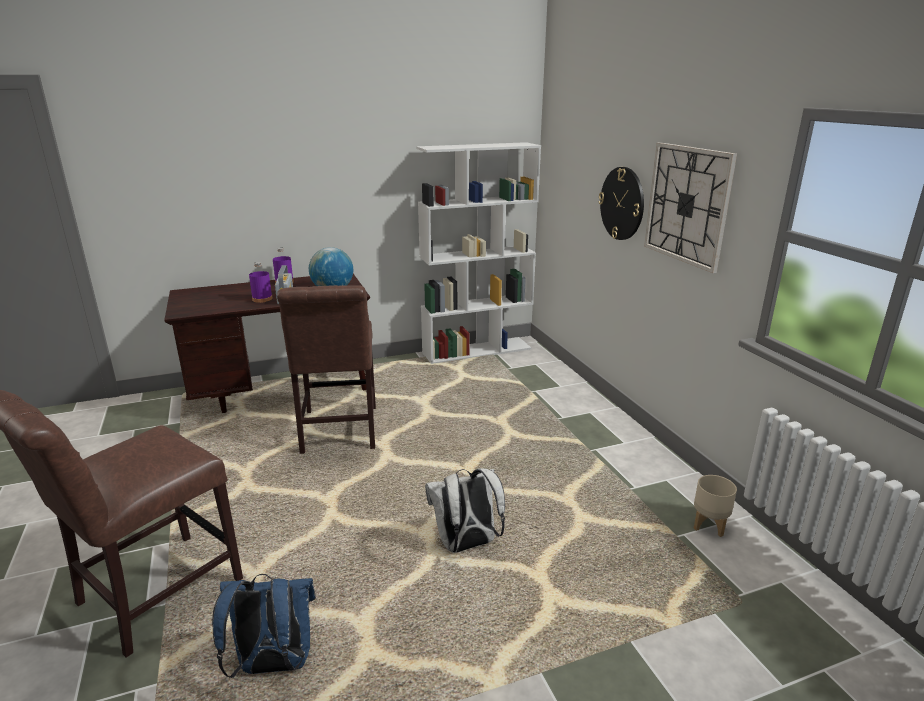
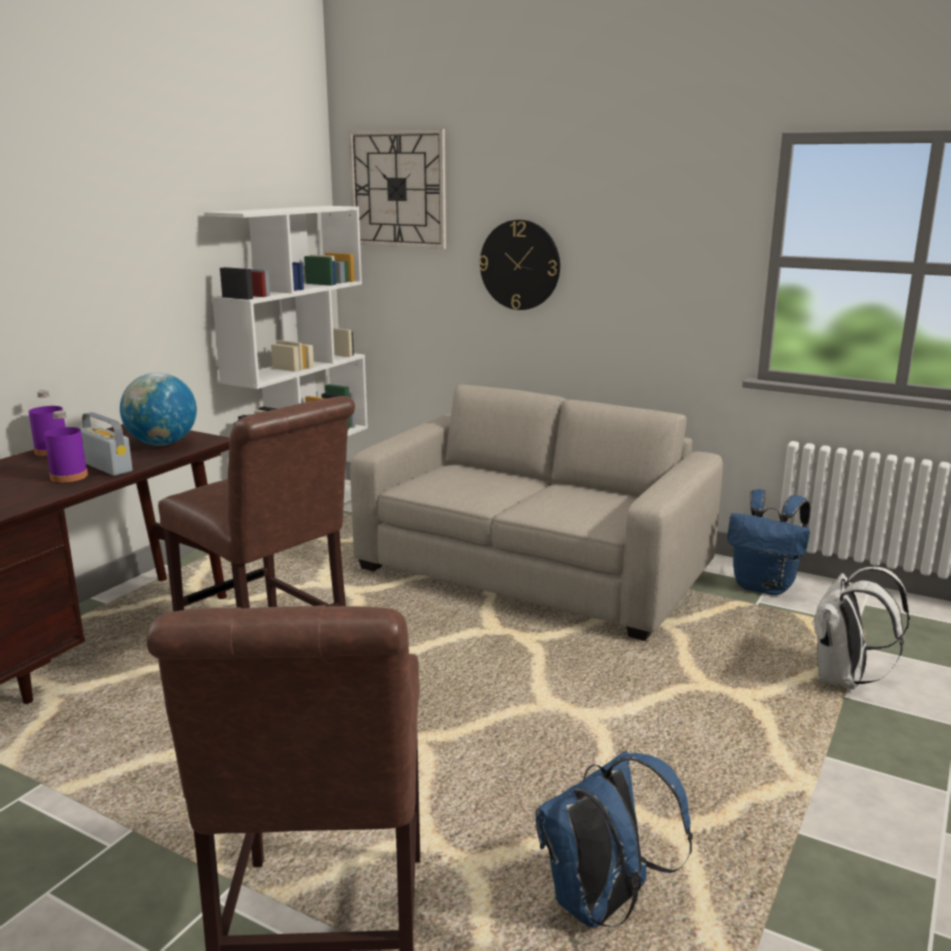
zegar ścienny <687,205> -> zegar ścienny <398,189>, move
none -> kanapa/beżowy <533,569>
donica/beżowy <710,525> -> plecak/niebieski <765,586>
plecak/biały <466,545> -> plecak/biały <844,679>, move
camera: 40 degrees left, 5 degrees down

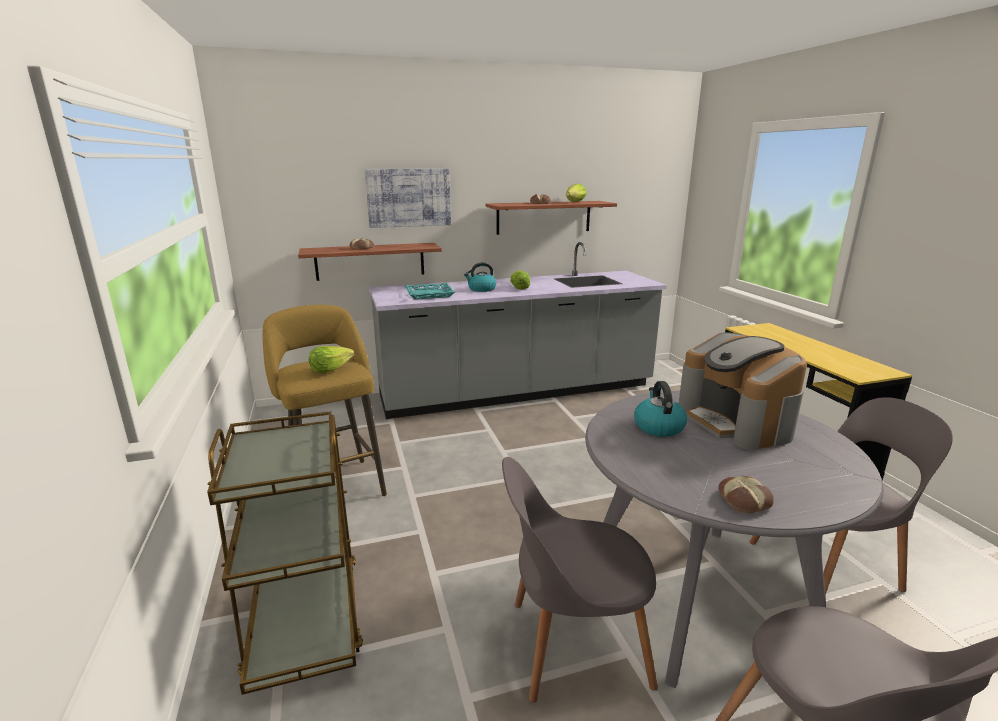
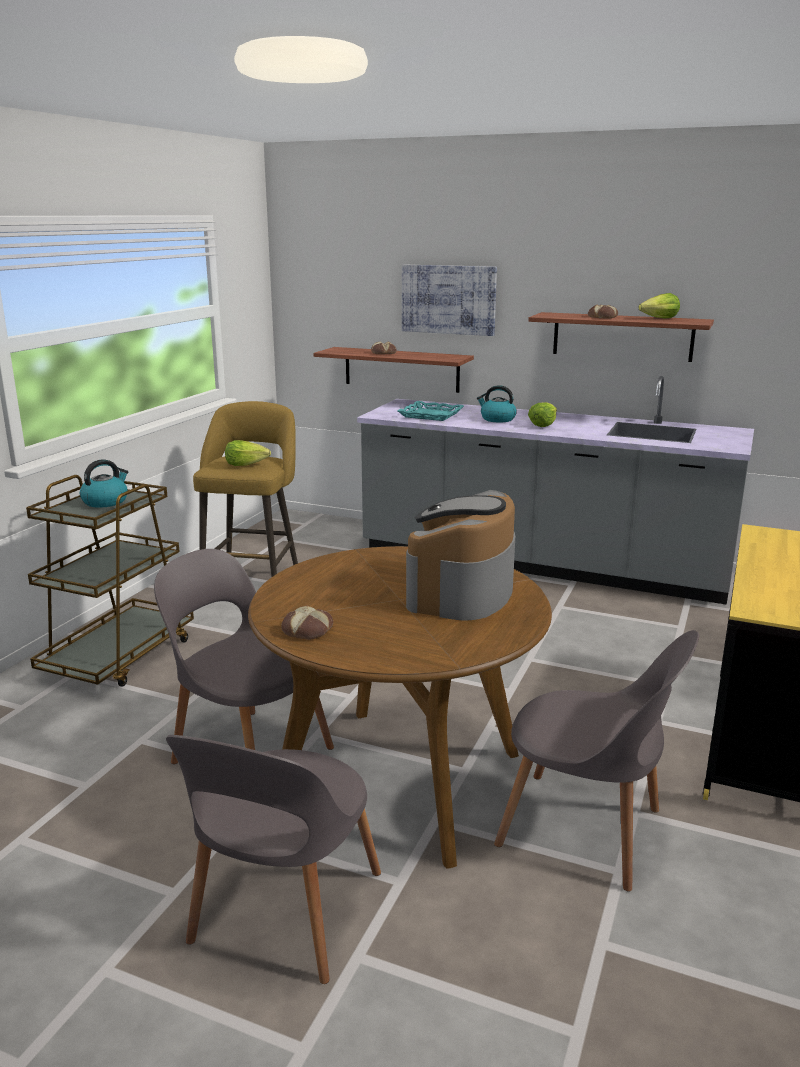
czajnik <658,427> -> czajnik <105,501>, move
stół jadalny/szary <697,596> -> stół jadalny/brązowy <400,780>
camera: 40 degrees right, 0 degrees up

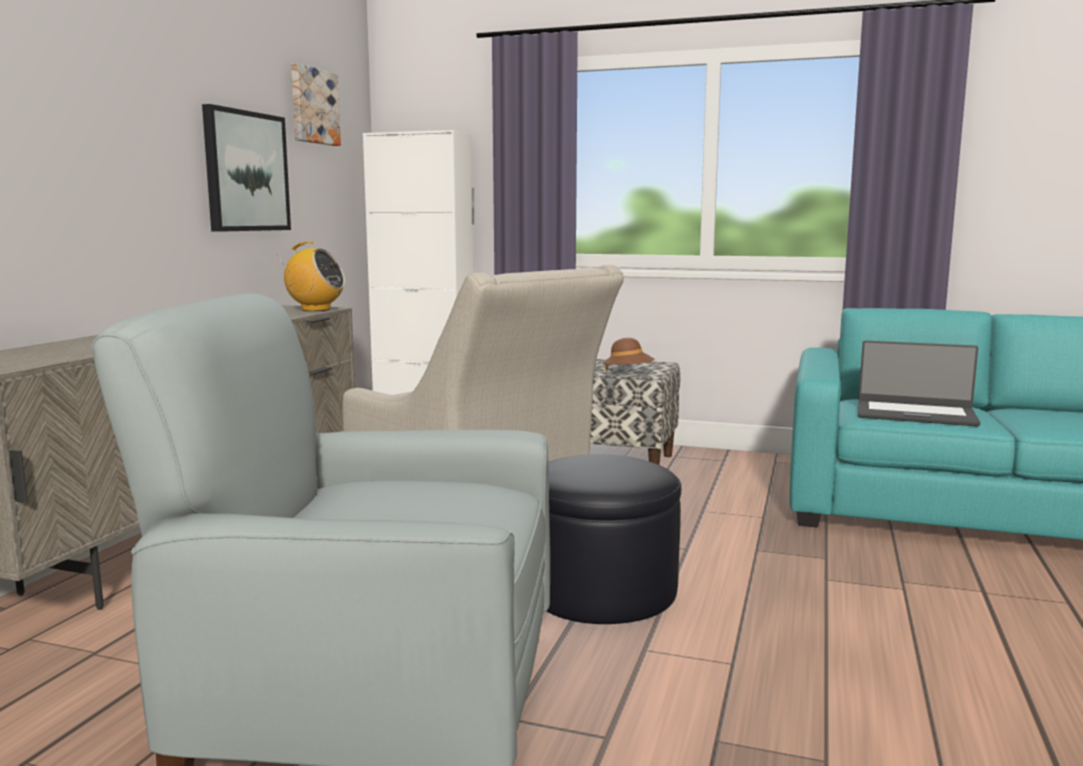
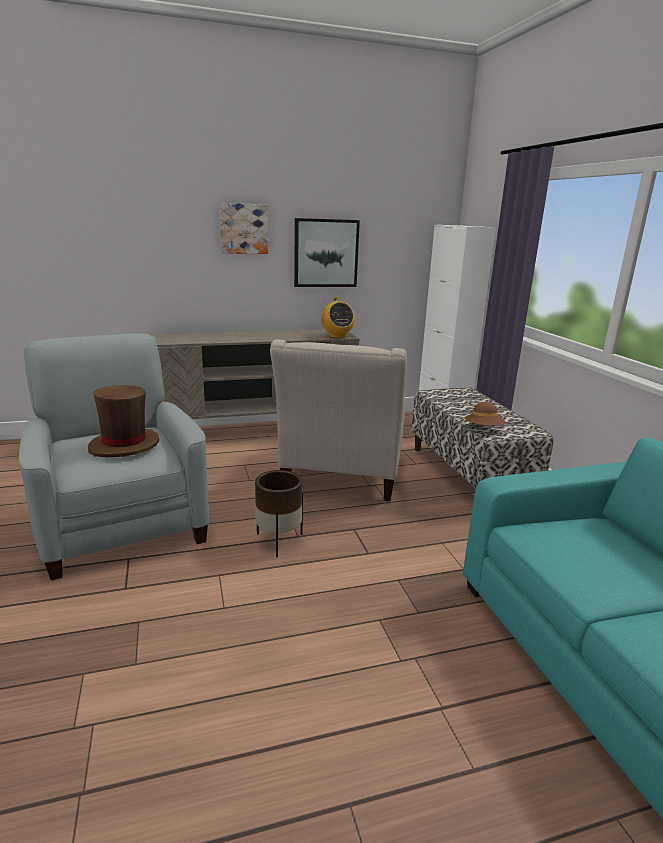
none -> kapelusz/brązowy <124,445>
obraz <313,106> -> obraz <243,228>, move
pufa/czarny <600,589> -> donica/brązowy <279,541>
laptop <915,414> -> none
camera: 55 degrees right, 10 degrees up

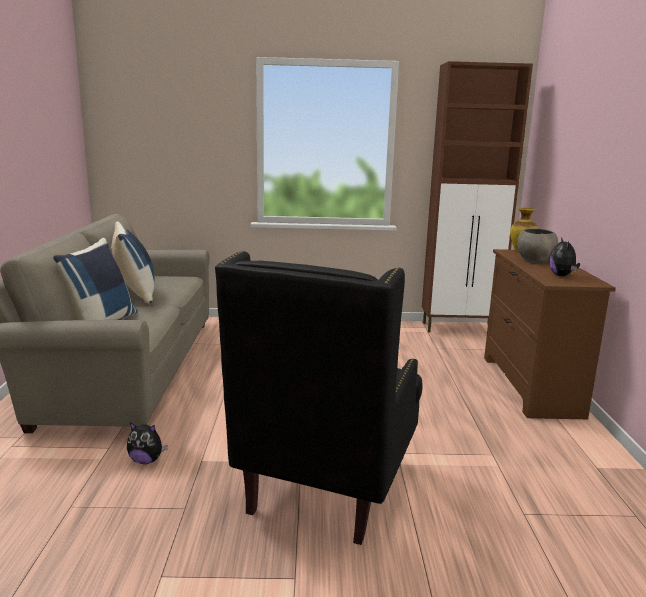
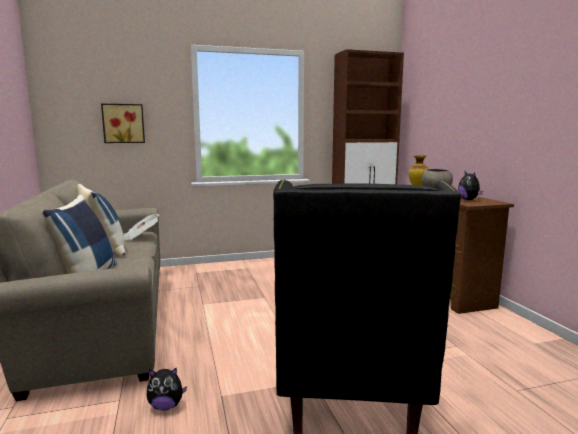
none -> obraz <123,123>
none -> gazeta <140,237>
camera: 15 degrees left, 5 degrees down

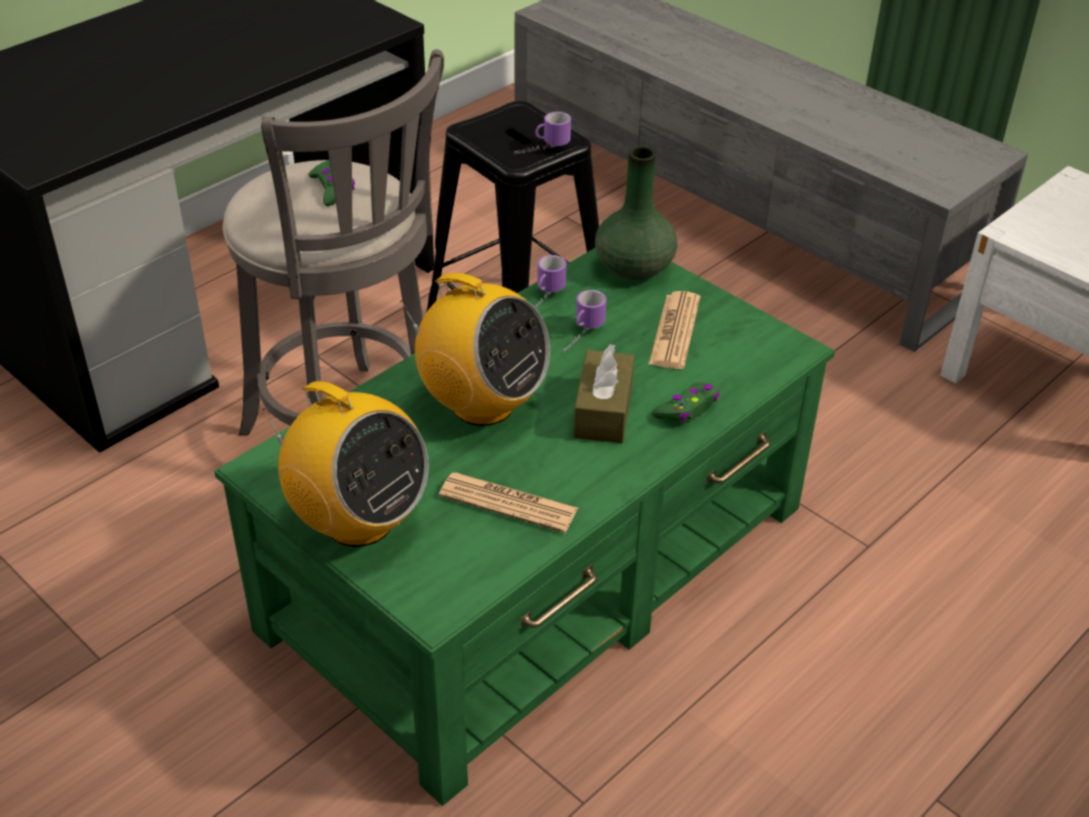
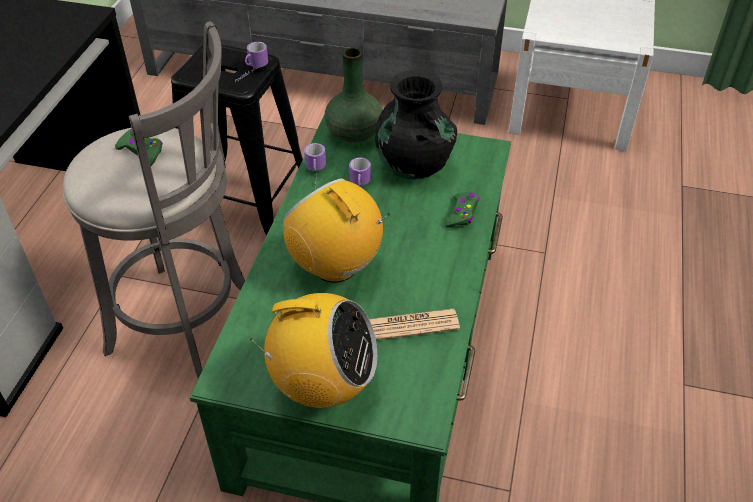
radio <481,405> -> radio <336,266>, 135 degrees counterclockwise
gazeta <675,331> -> wazon/czarny <413,166>
pudełko chusteczek/brązowy <603,411> -> none
camera: 30 degrees left, 5 degrees up

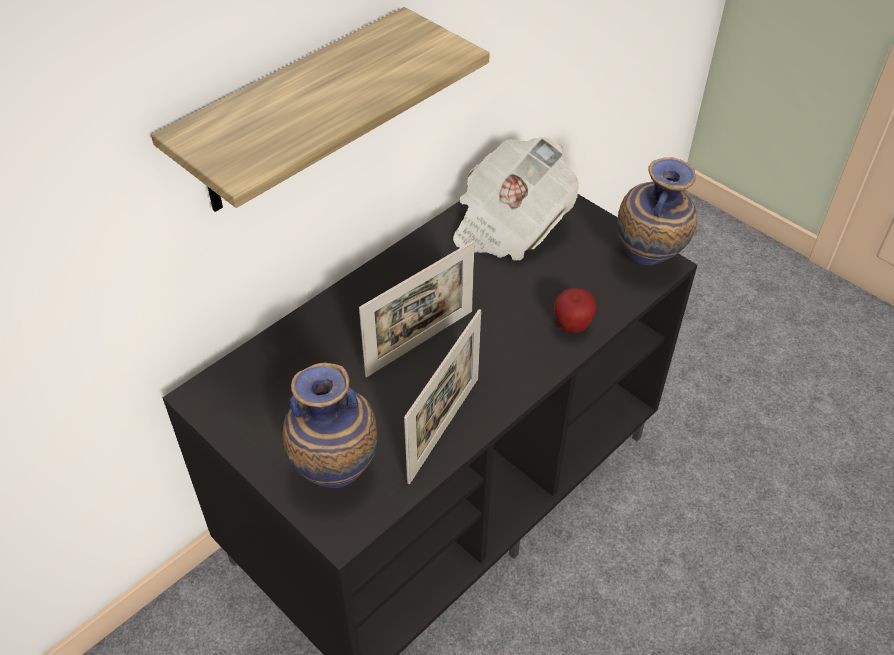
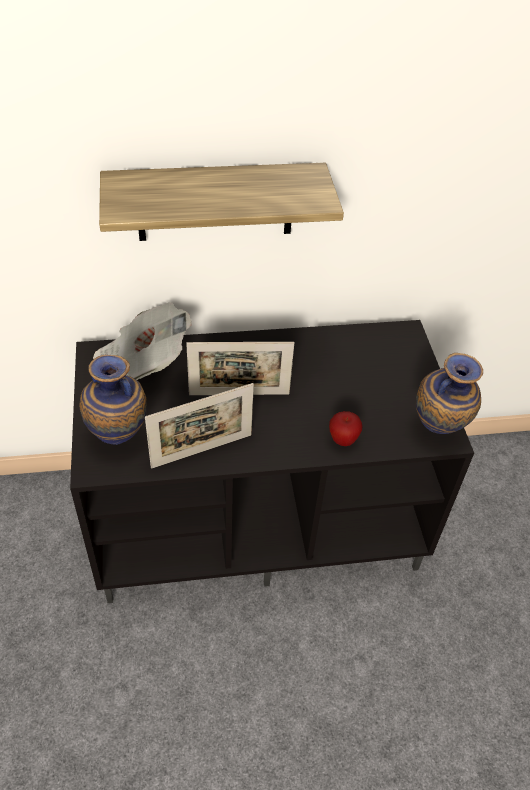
gazeta <509,224> -> gazeta <142,363>, move
camera: 35 degrees right, 0 degrees up

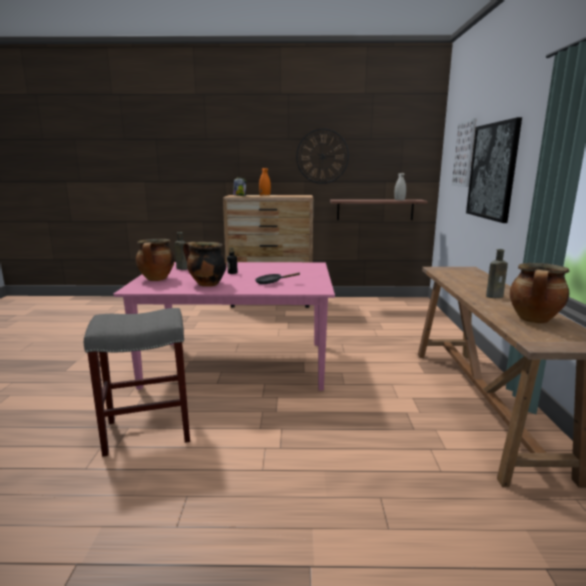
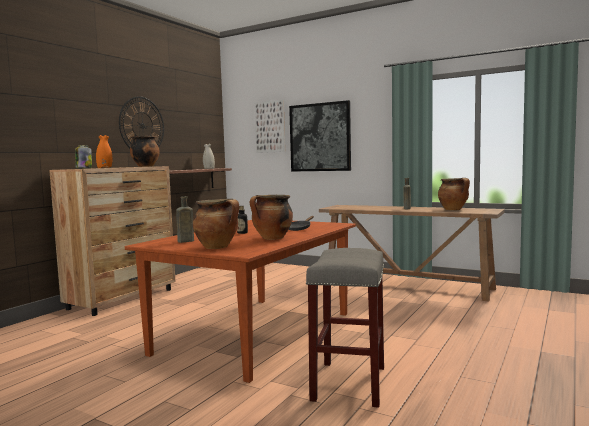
stół jadalny/różowy <238,363> -> stół jadalny/brązowy <256,332>
none -> garnek <145,166>
camera: 60 degrees left, 10 degrees down

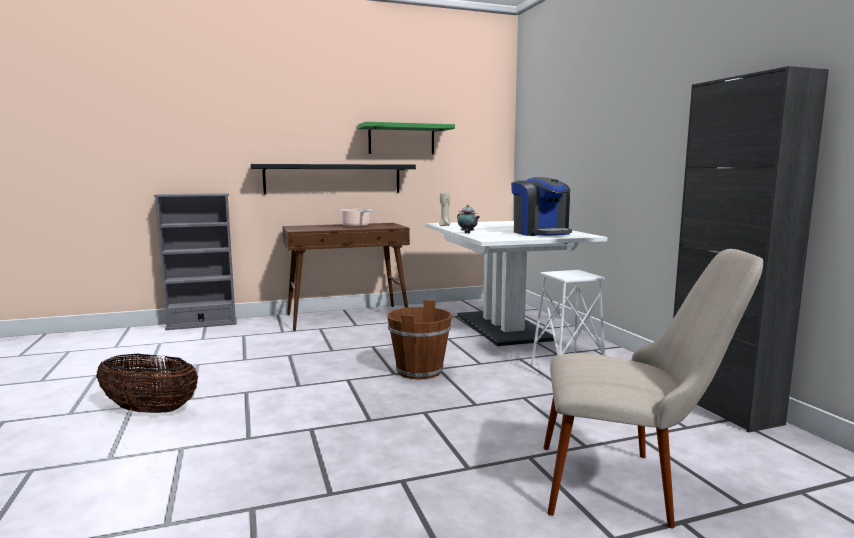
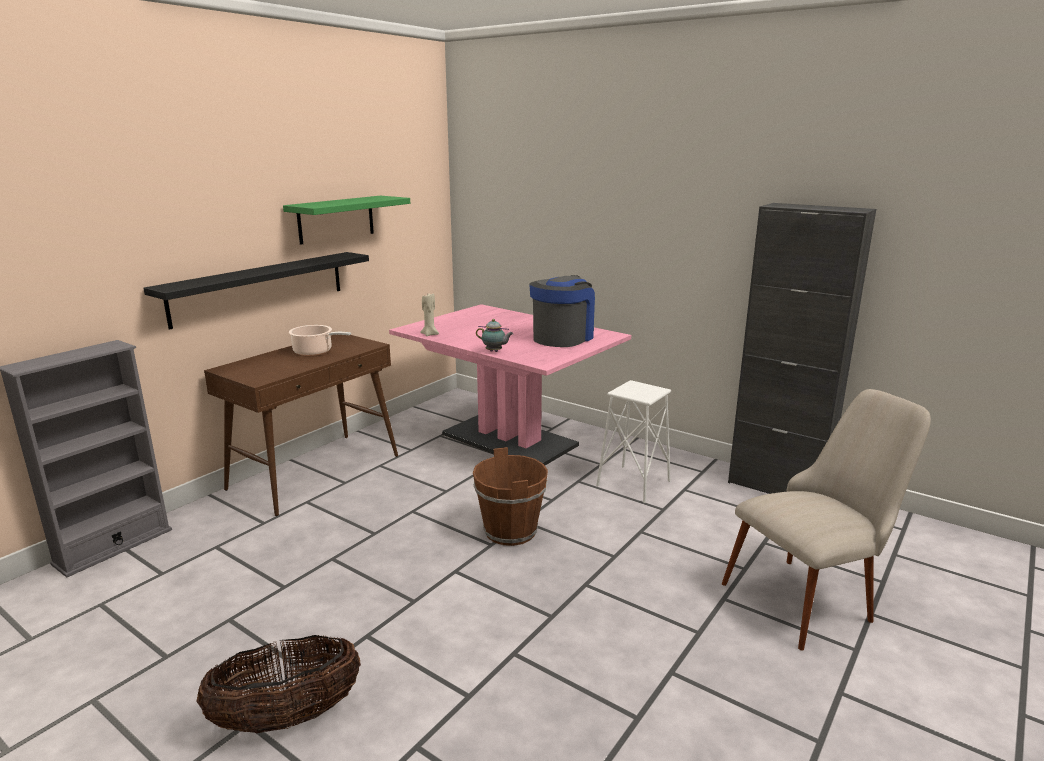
stół jadalny/biały <502,327> -> stół jadalny/różowy <509,440>
ekspres do kawy <540,233> -> ekspres do kawy <563,337>, 90 degrees counterclockwise
camera: 35 degrees left, 10 degrees up

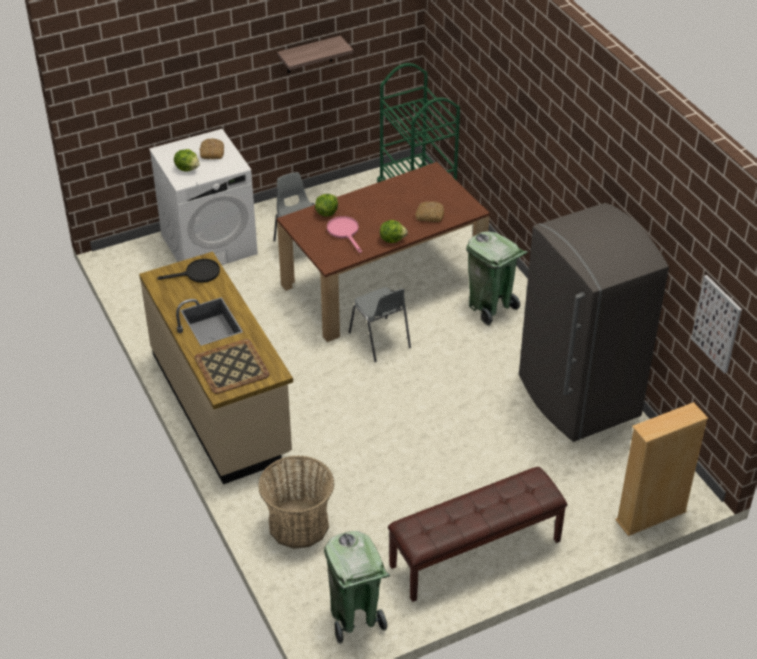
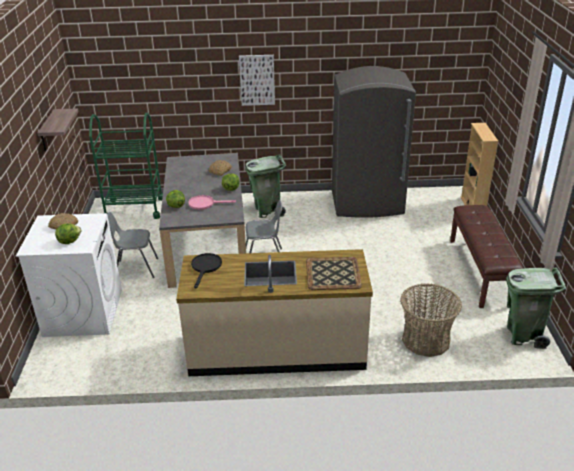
stół jadalny/brązowy <382,282> -> stół jadalny/szary <207,243>
obraz <717,324> -> obraz <257,80>, move
camera: 65 degrees left, 10 degrees down

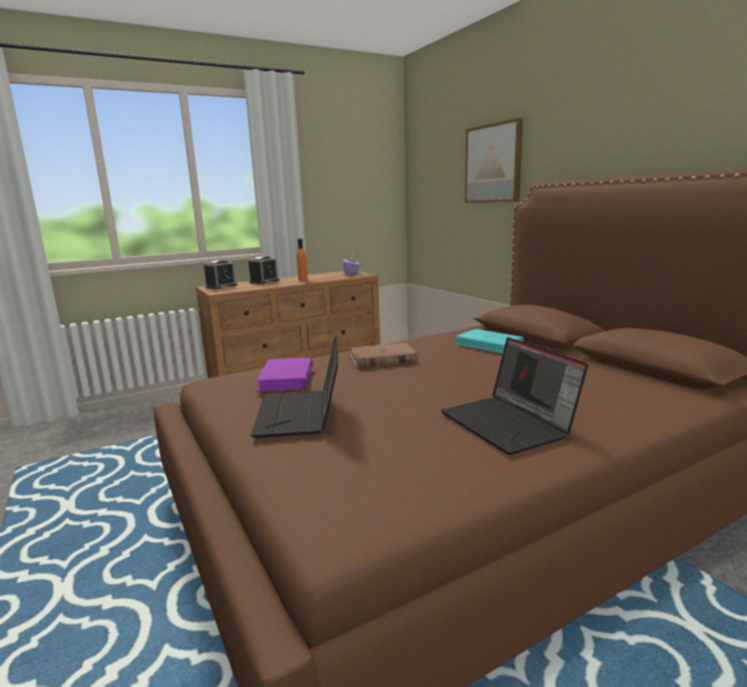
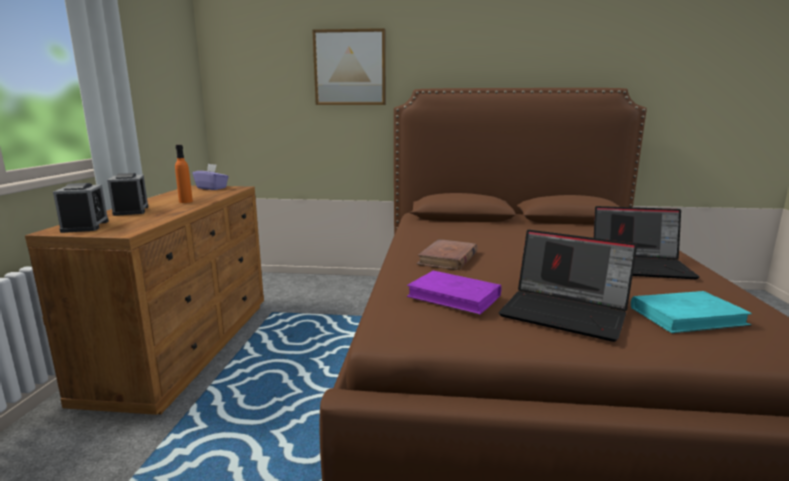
książka/turkusowy <489,345> -> książka/turkusowy <687,316>, move
camera: 55 degrees left, 0 degrees up

